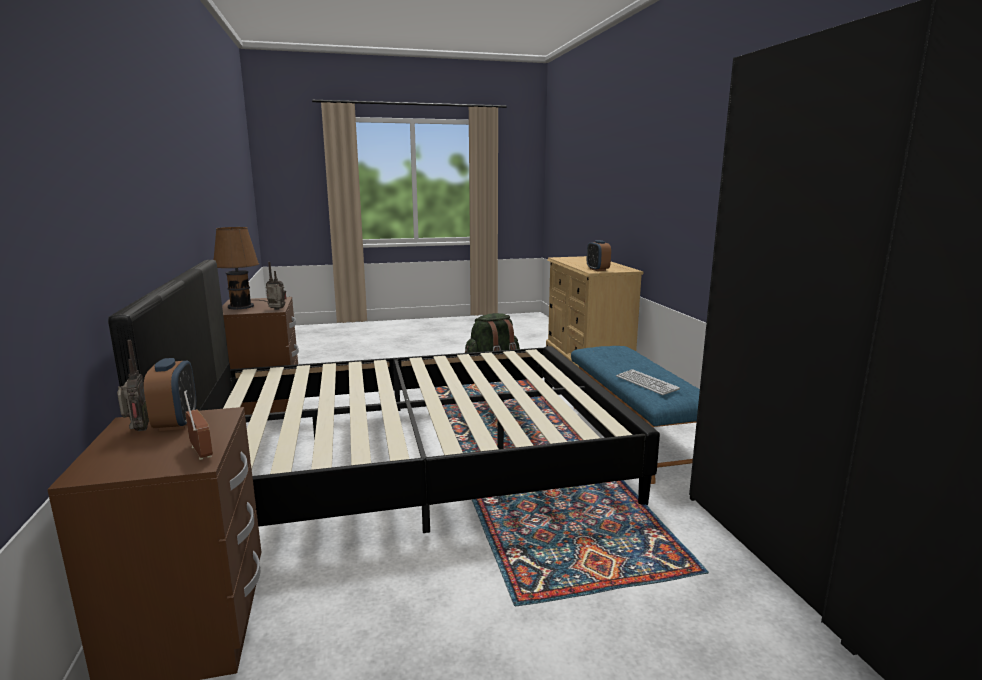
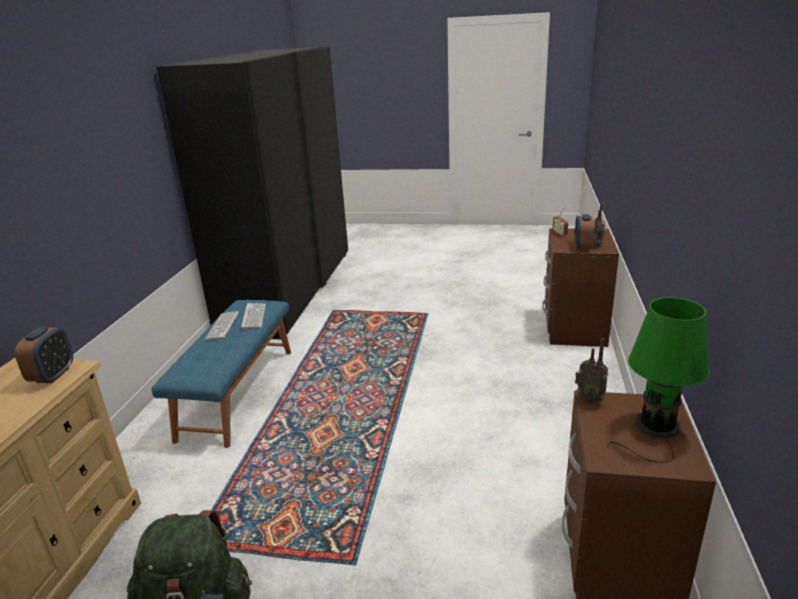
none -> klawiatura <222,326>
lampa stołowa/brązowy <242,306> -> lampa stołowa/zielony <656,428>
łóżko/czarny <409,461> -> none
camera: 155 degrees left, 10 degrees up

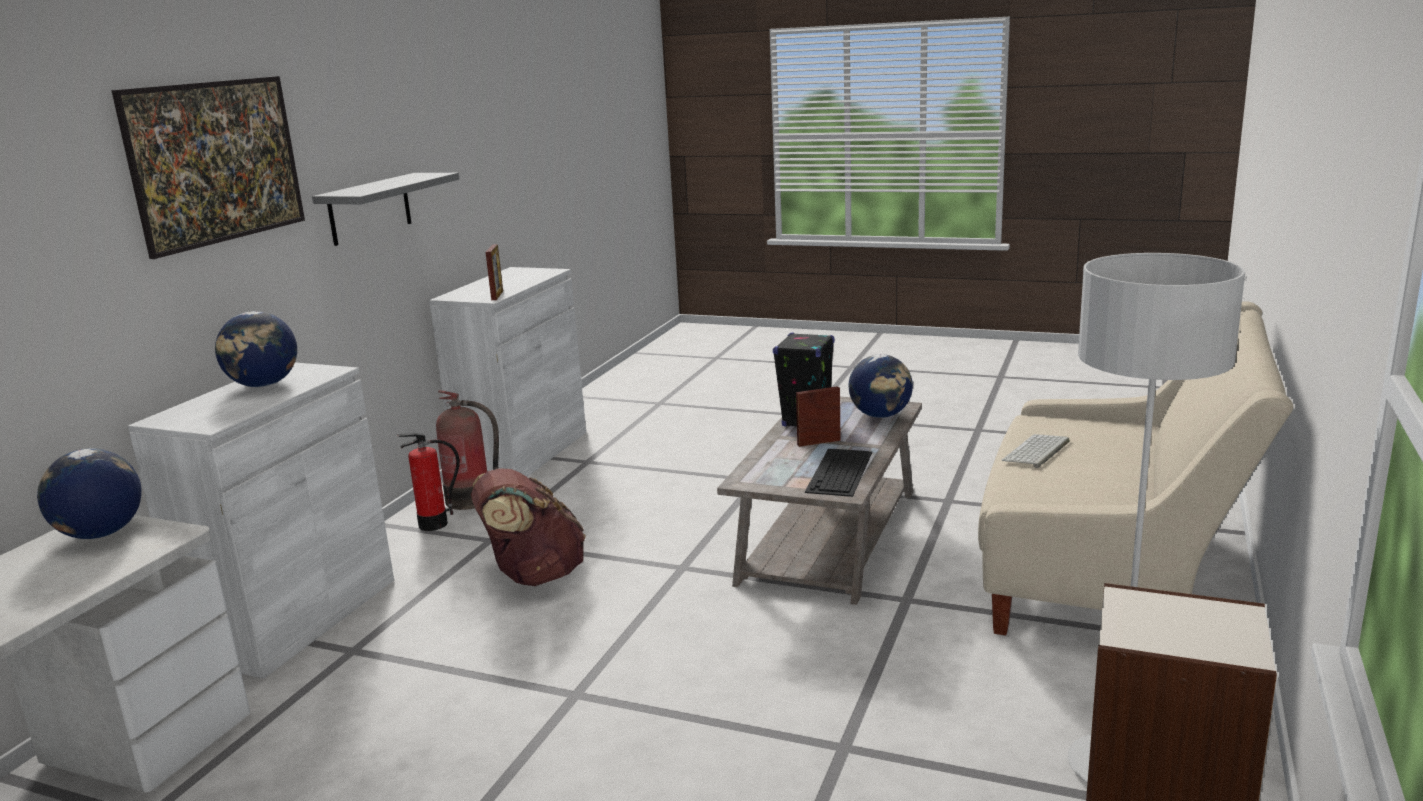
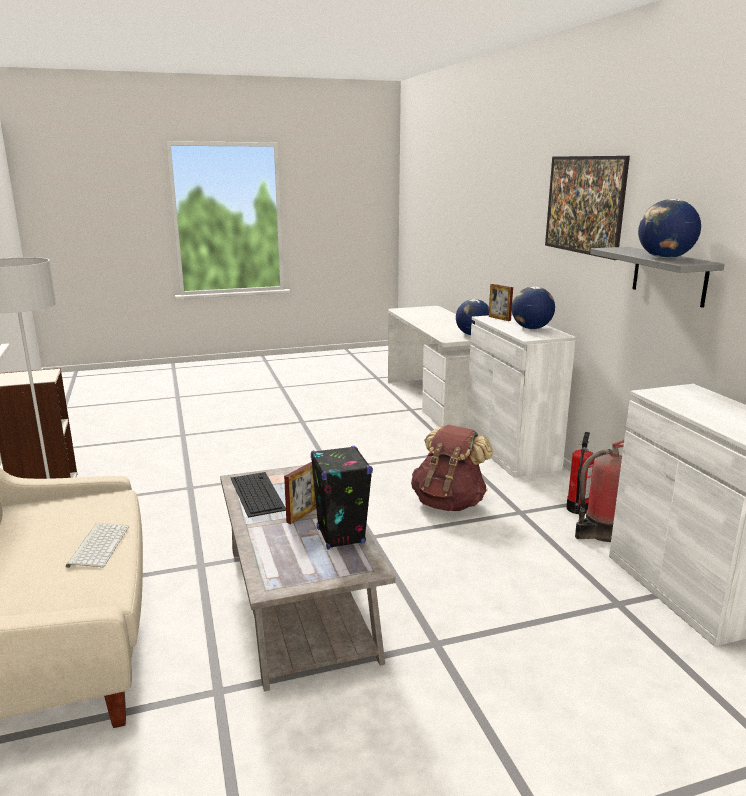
ramka na zdjęcie <497,295> -> ramka na zdjęcie <499,318>, move
globus <880,415> -> globus <664,258>, move
camera: 140 degrees right, 0 degrees up

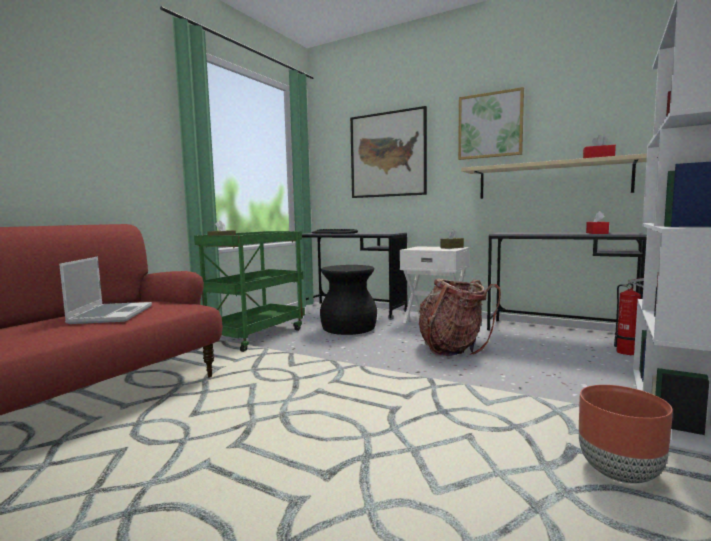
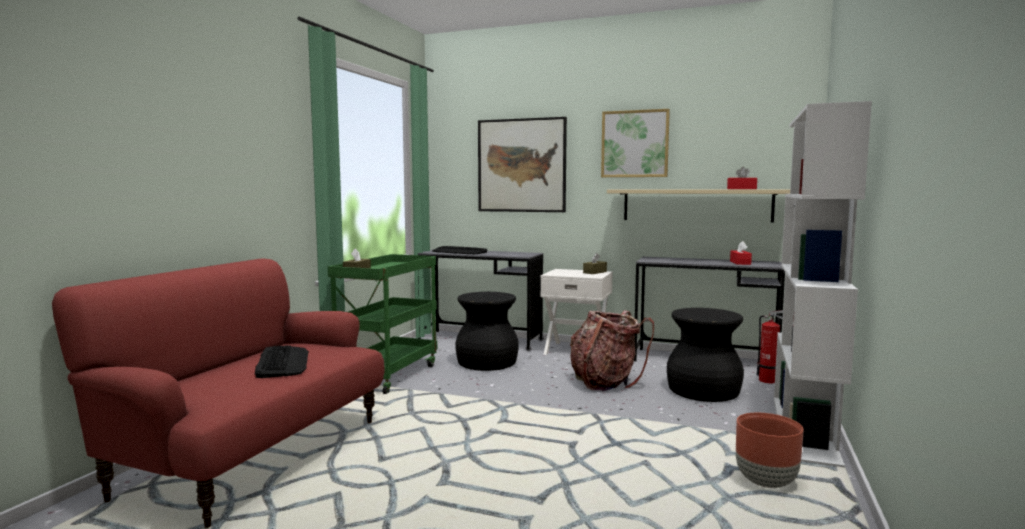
laptop <111,314> -> klawiatura <282,362>
none -> stołek/czarny <703,391>
camera: 10 degrees left, 0 degrees up

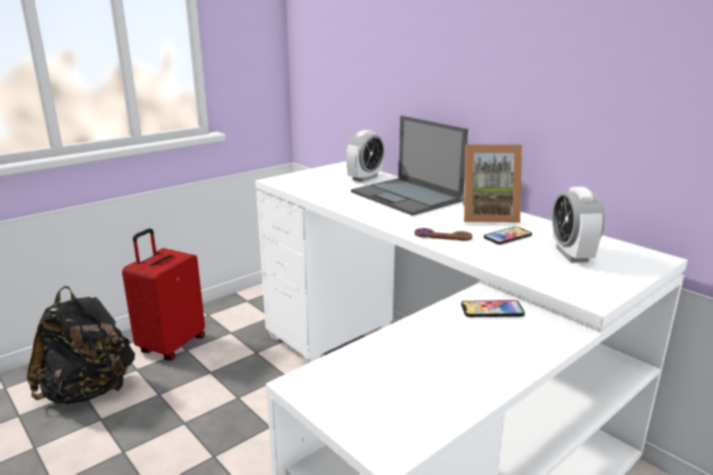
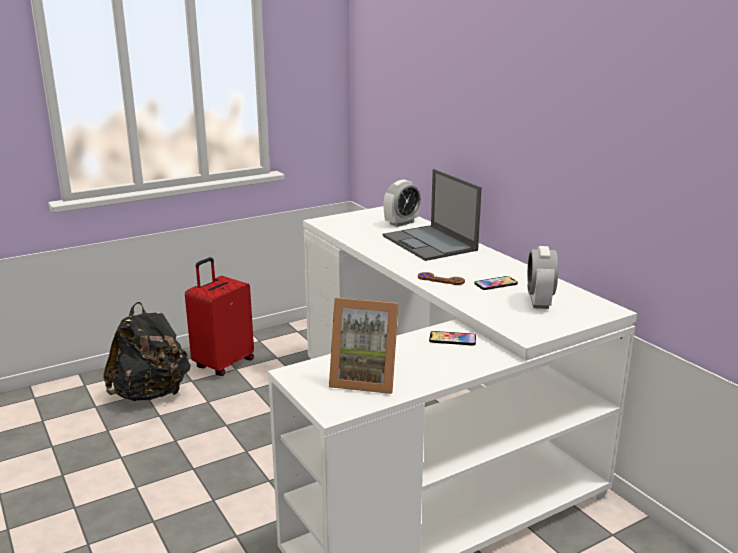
ramka na zdjęcie <487,216> -> ramka na zdjęcie <365,379>, move
camera: 10 degrees right, 0 degrees up

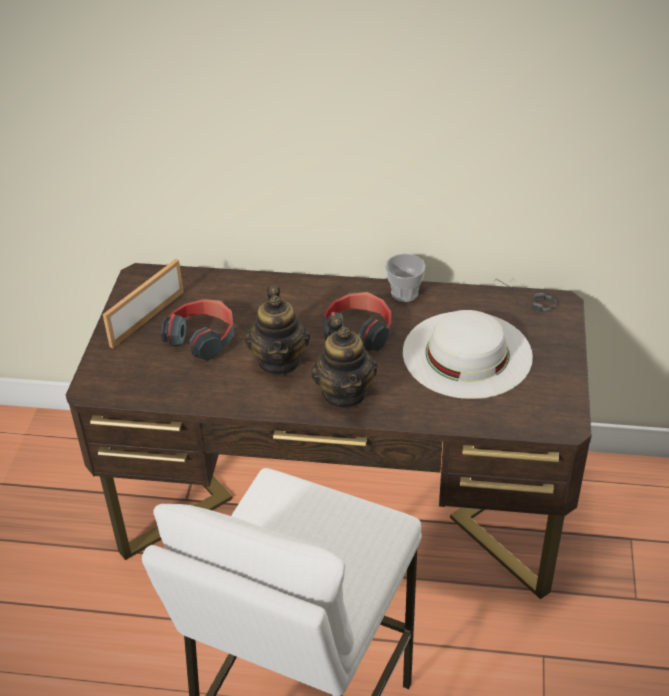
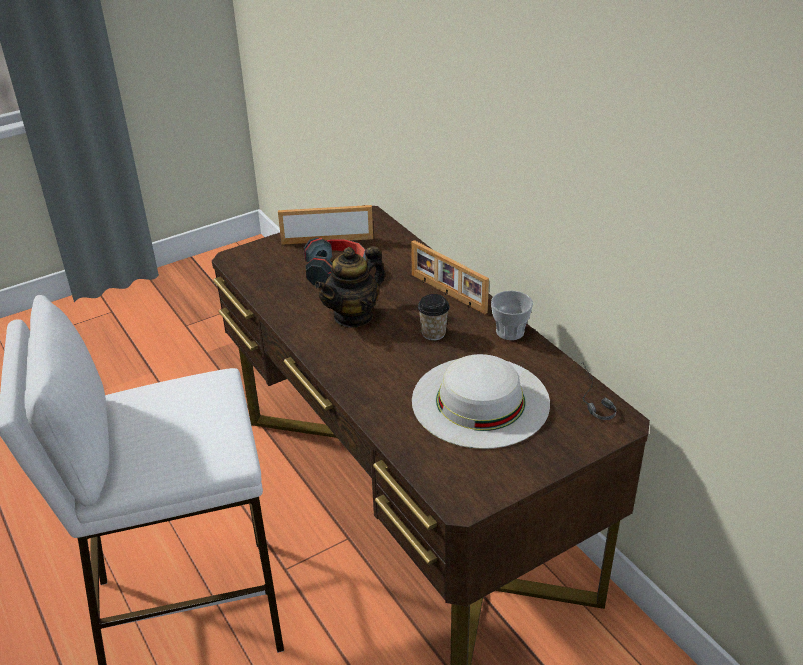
none -> ramka na zdjęcie <447,294>
słuchawki <358,331> -> filiżanka <433,333>
imbryk <345,393> -> none
camera: 50 degrees right, 5 degrees down

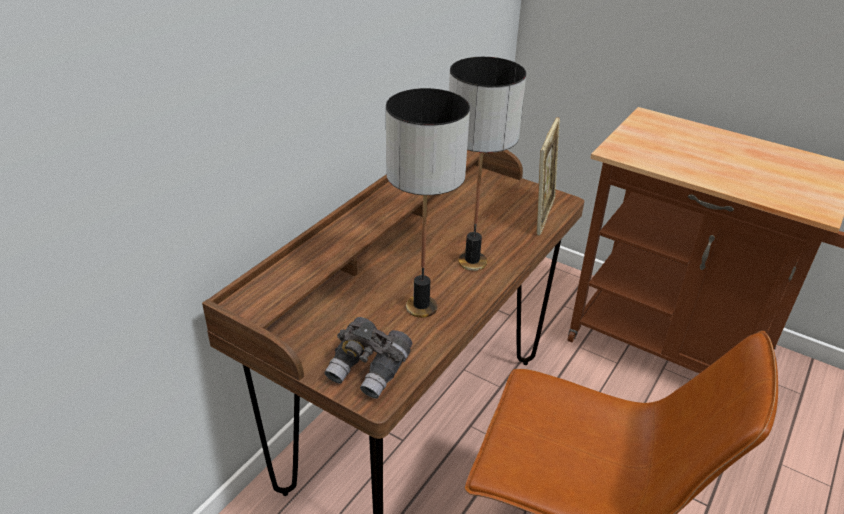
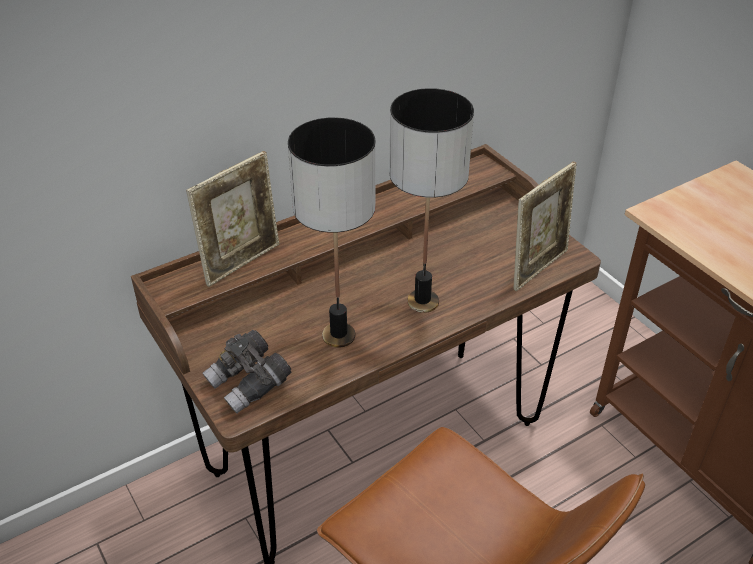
none -> ramka na zdjęcie <242,262>
camera: 25 degrees right, 5 degrees up

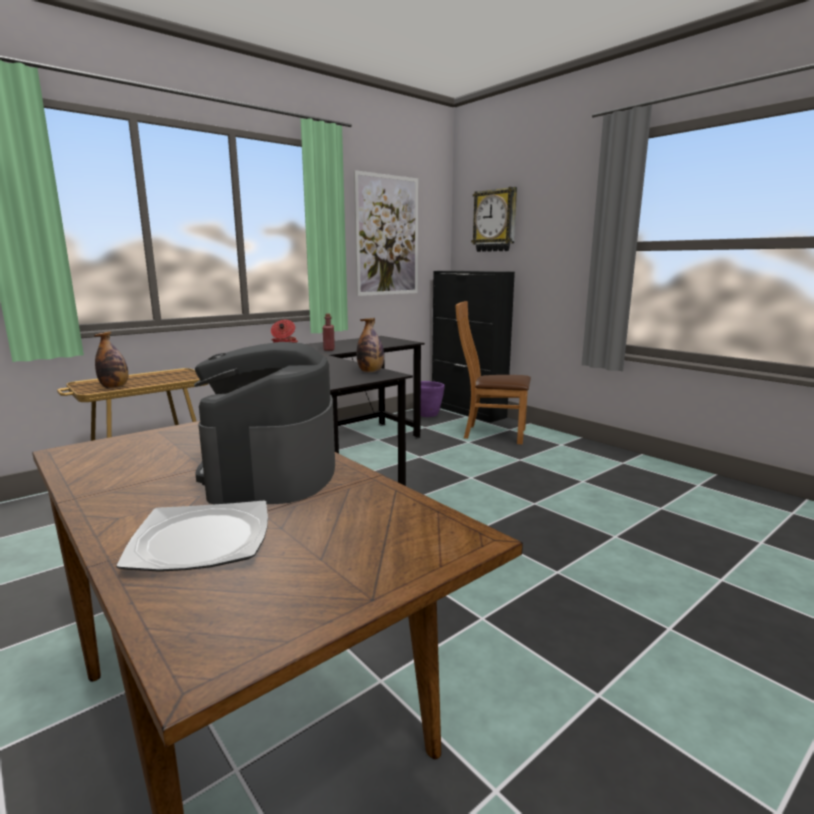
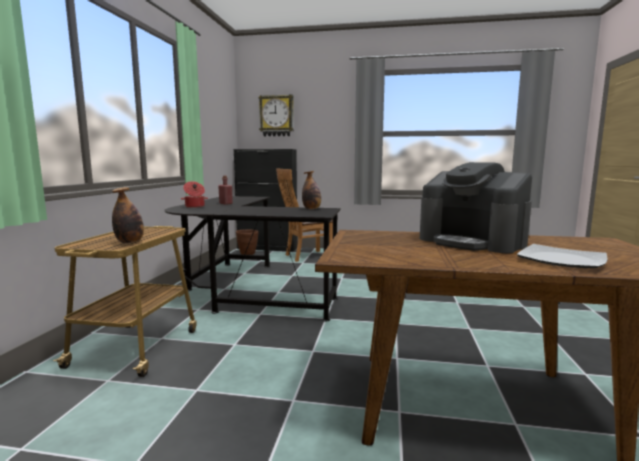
donica/fioletowy <429,415> -> donica/brązowy <248,254>
obraz <387,236> -> none
camera: 40 degrees left, 5 degrees down

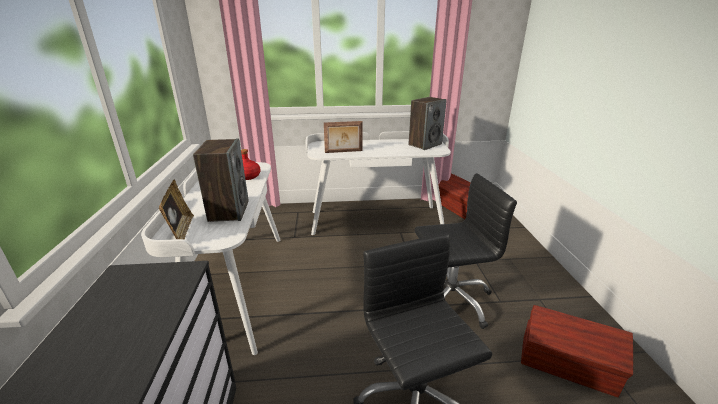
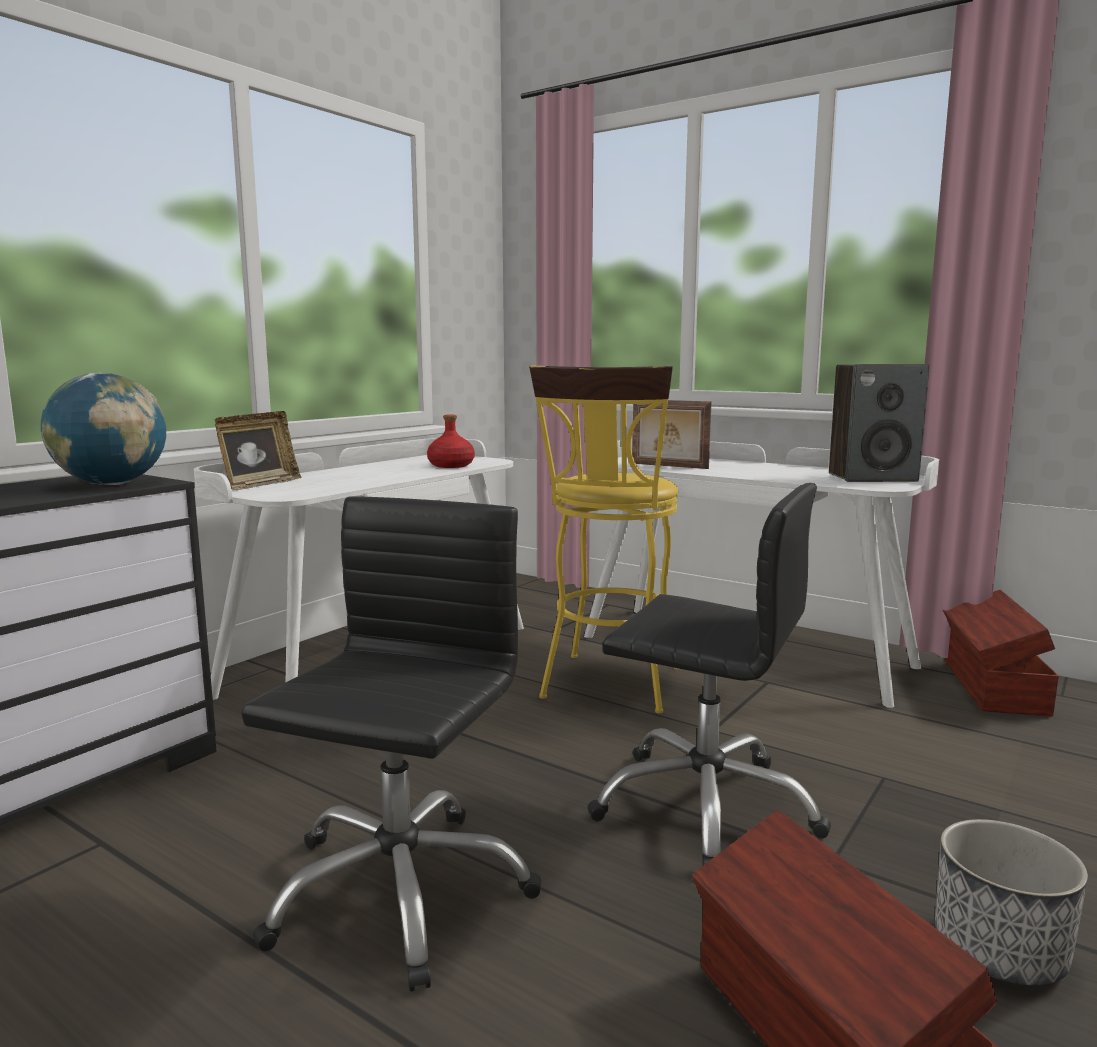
none -> globus <111,484>
none -> stołek/żółty <610,687>
none -> donica <1000,950>
głośnik <229,211> -> none
camera: 40 degrees right, 15 degrees down

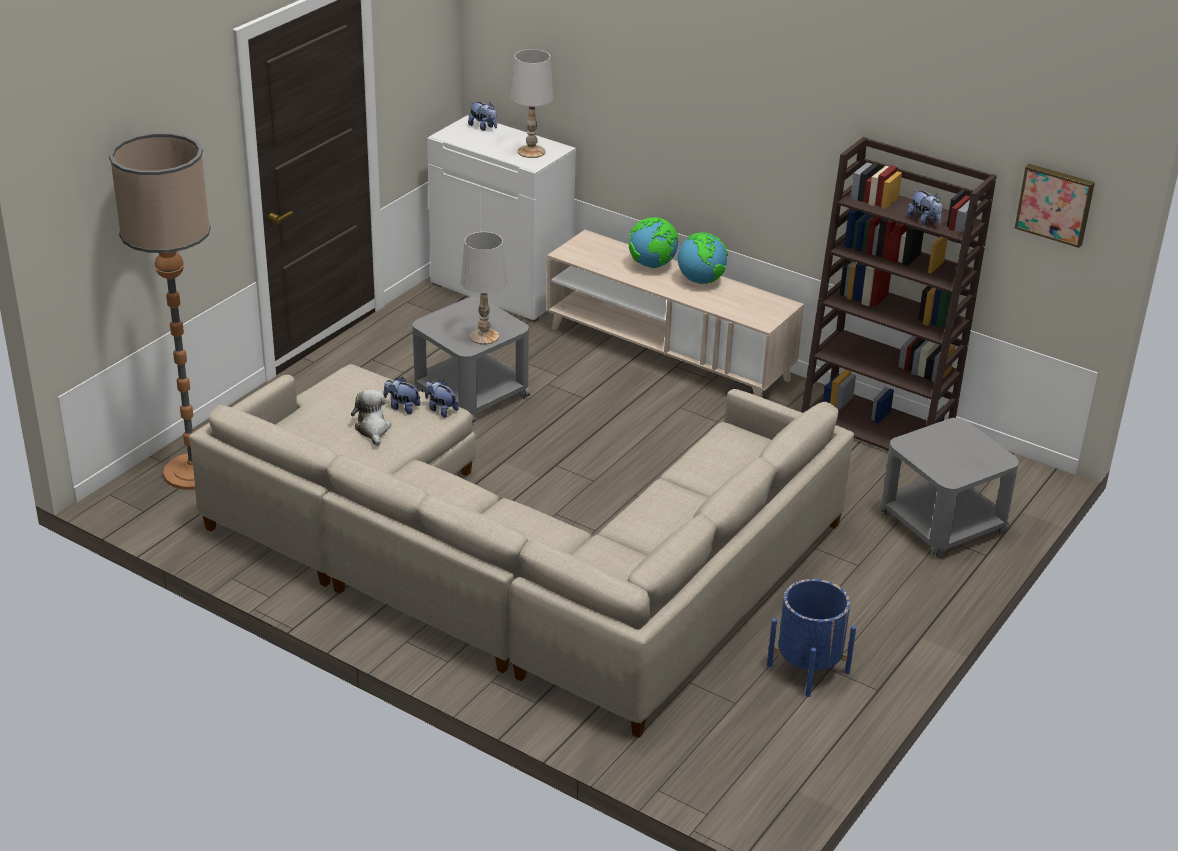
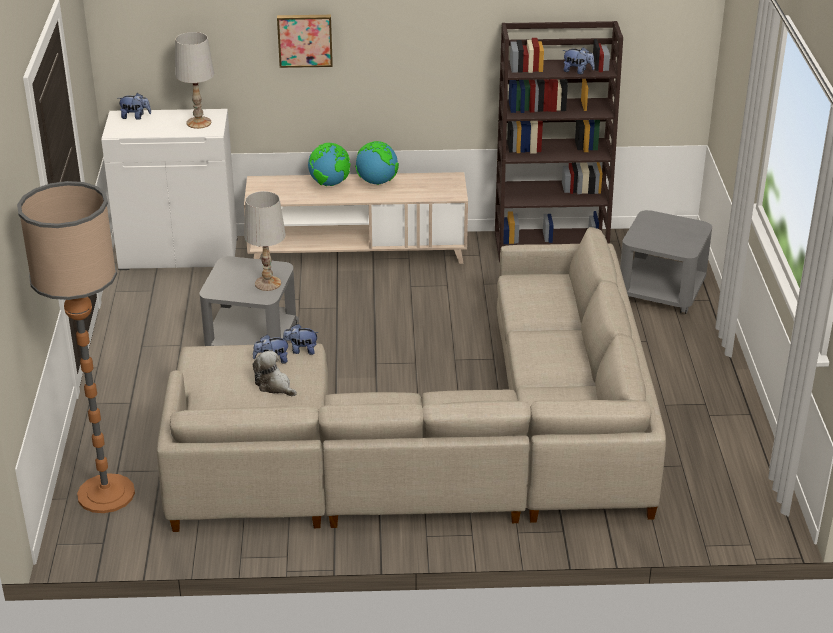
obraz <1055,204> -> obraz <305,39>, move
donica/niebieski <808,669> -> none
camera: 35 degrees left, 0 degrees up

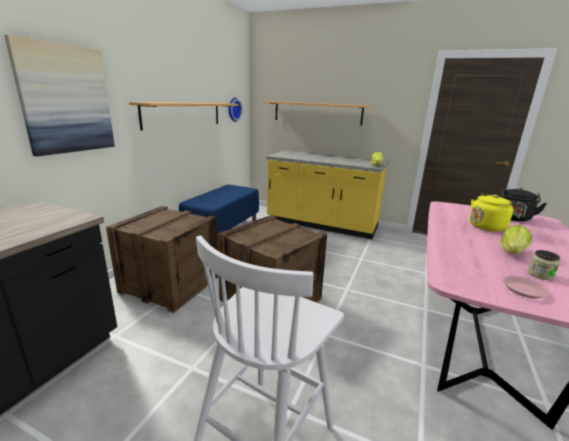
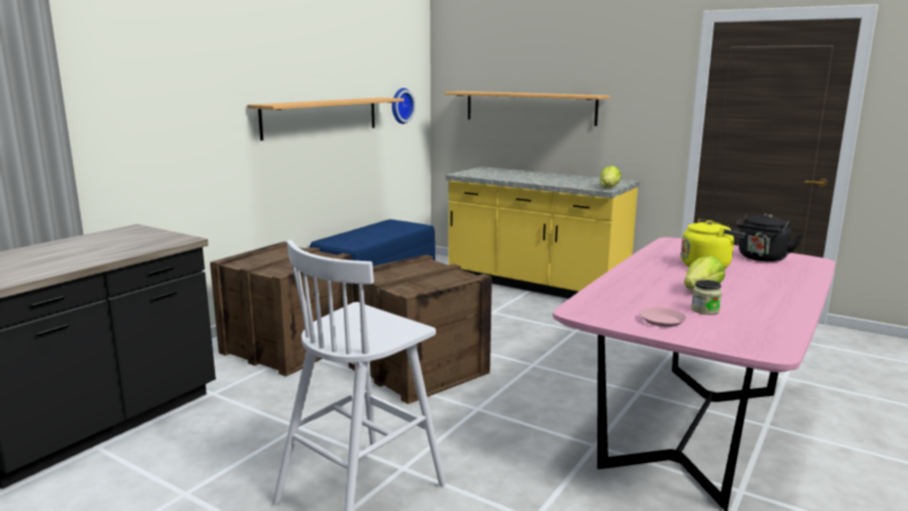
obraz <66,99> -> none
camera: 10 degrees right, 5 degrees down

